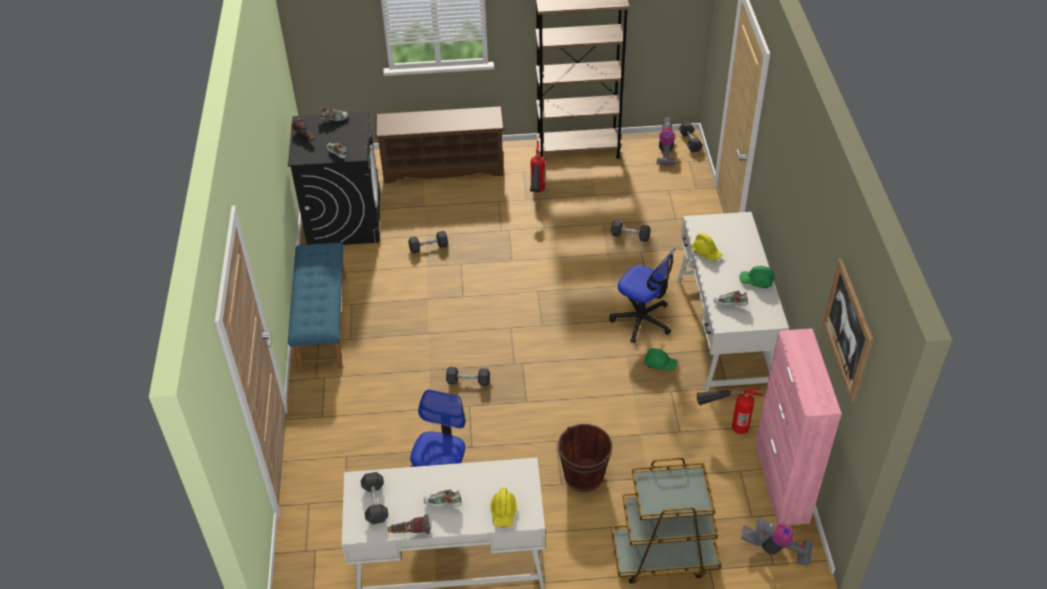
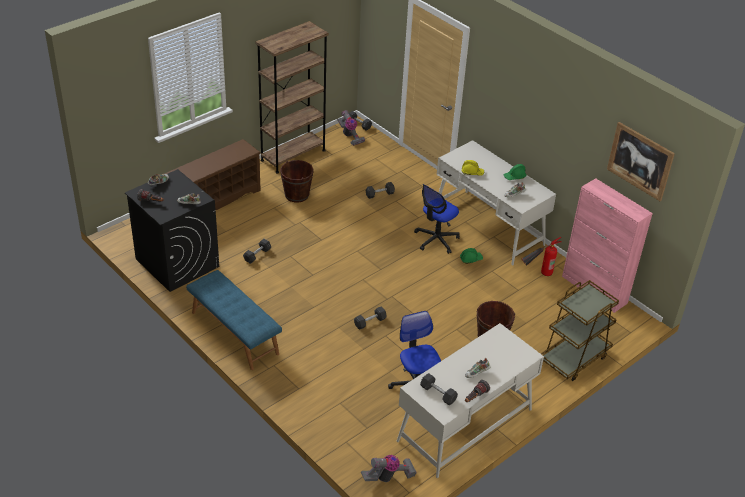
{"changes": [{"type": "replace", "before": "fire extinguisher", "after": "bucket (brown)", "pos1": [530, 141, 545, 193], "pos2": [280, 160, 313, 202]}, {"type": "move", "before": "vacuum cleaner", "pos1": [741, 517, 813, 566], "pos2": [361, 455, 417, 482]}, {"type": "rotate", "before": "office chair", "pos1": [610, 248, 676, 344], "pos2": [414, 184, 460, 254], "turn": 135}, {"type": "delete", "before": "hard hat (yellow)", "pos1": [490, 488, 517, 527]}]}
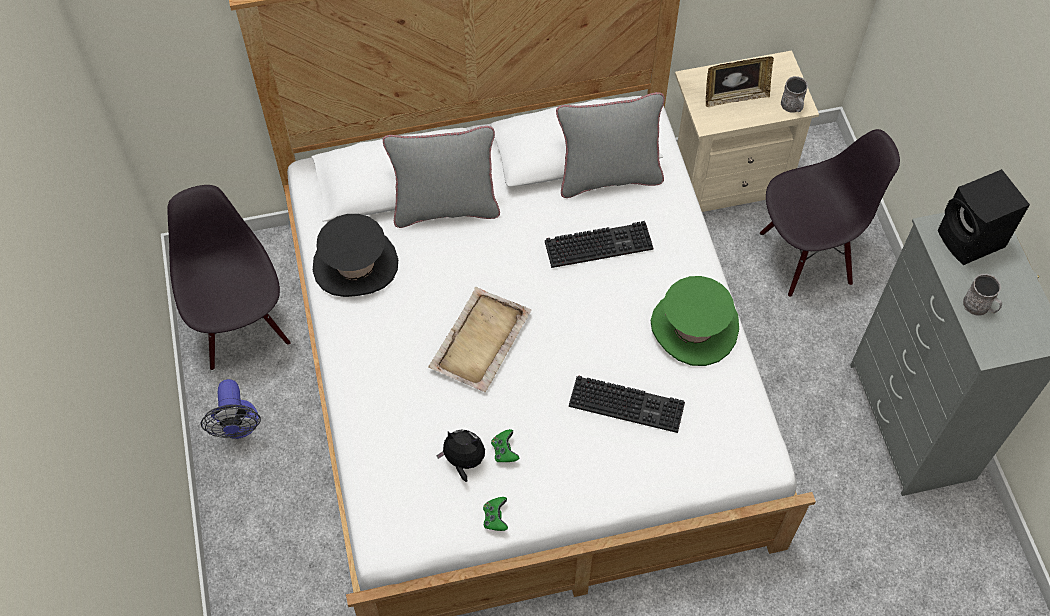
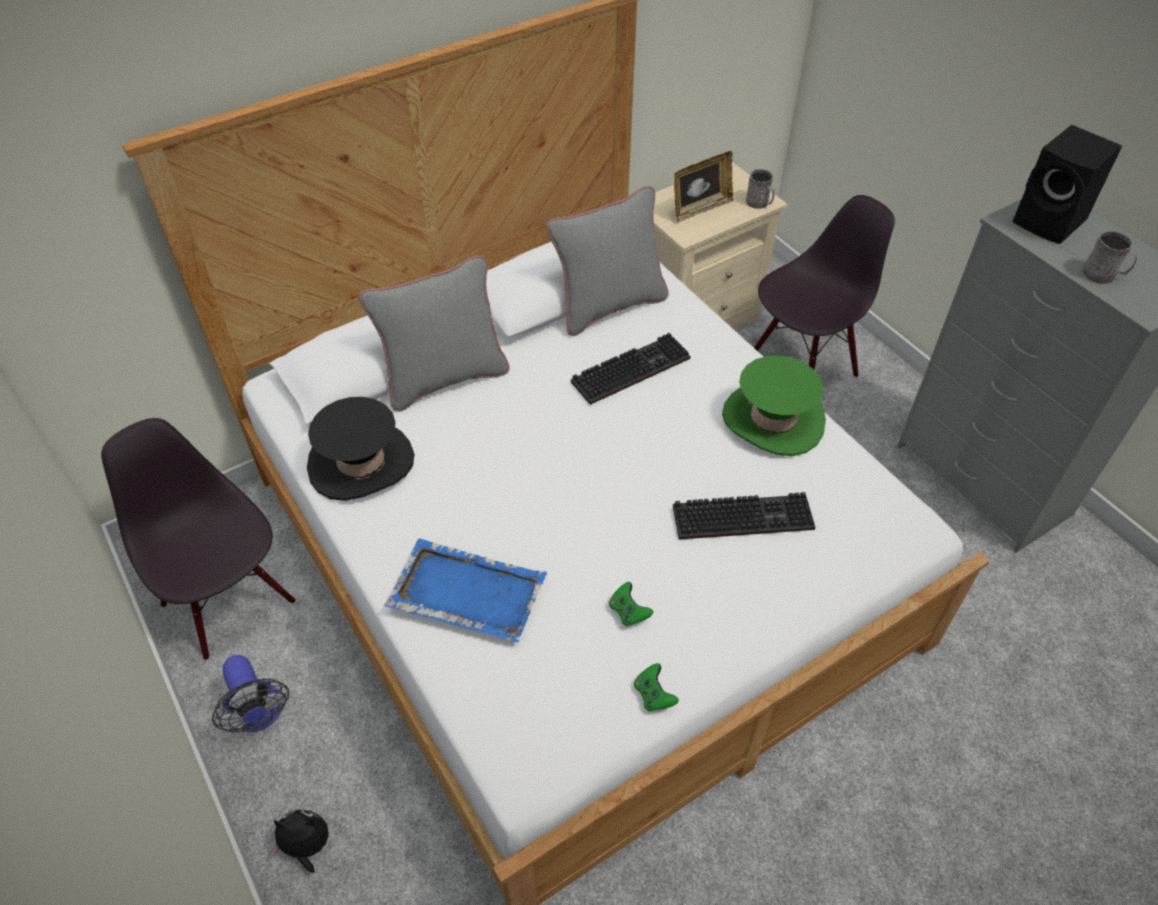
{"changes": [{"type": "move", "before": "plush toy", "pos1": [437, 430, 485, 482], "pos2": [270, 810, 328, 873]}, {"type": "insert", "after": "tray (blue)", "pos2": [385, 538, 547, 642]}, {"type": "delete", "before": "tray (beige)", "pos1": [428, 287, 531, 392]}]}
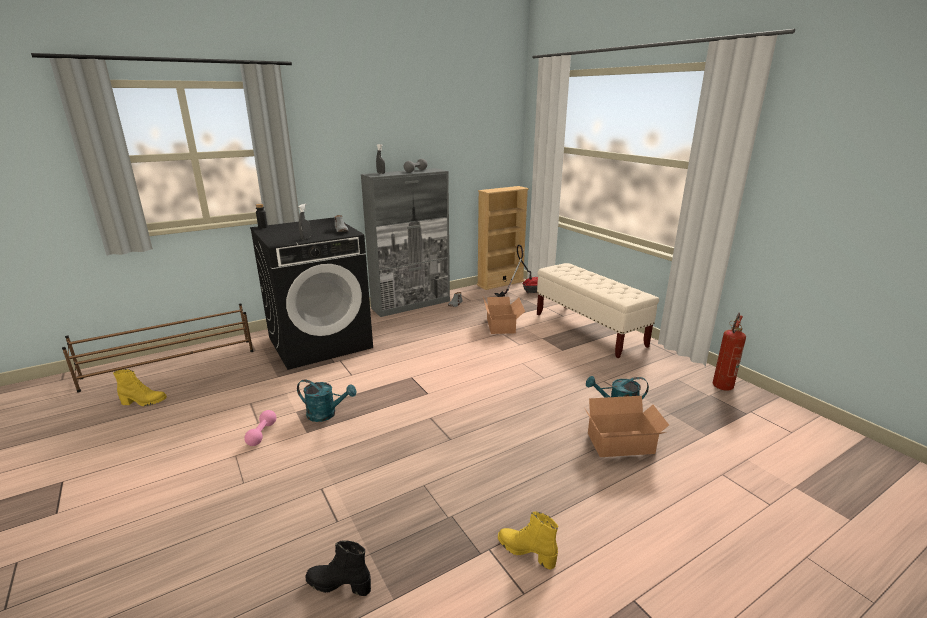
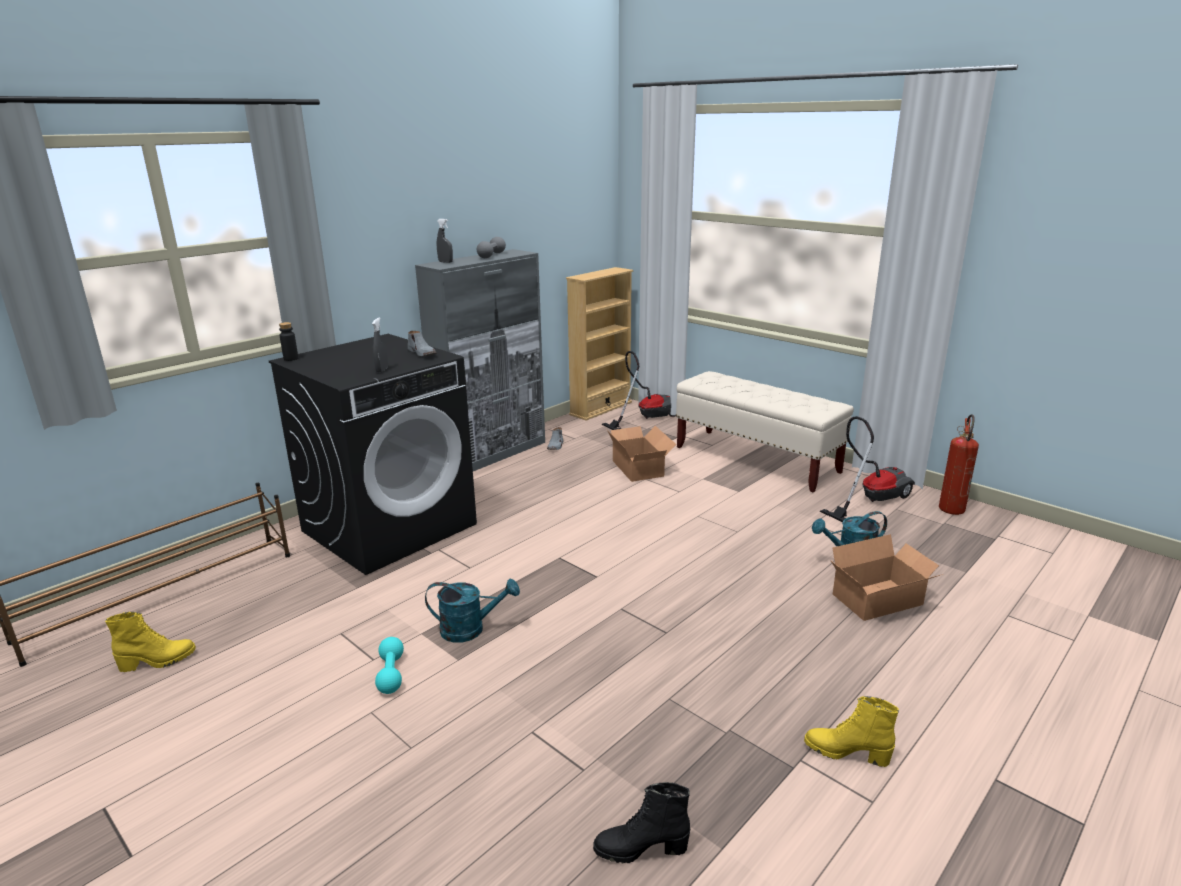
{"changes": [{"type": "recolor", "before": "dumbbell (pink)", "after": "dumbbell (turquoise)", "pos1": [244, 410, 276, 446], "pos2": [375, 637, 404, 694]}, {"type": "insert", "after": "vacuum cleaner", "pos2": [820, 416, 915, 522]}]}
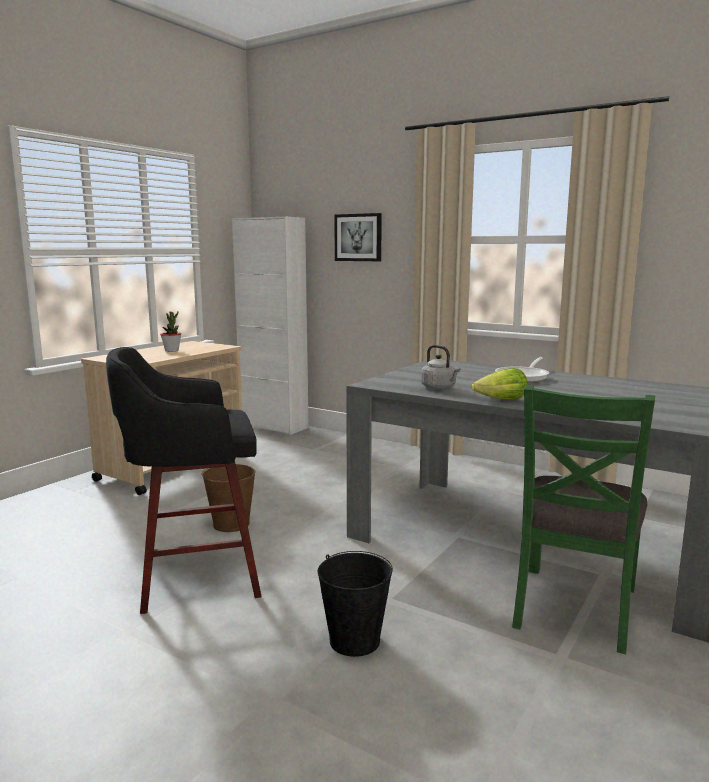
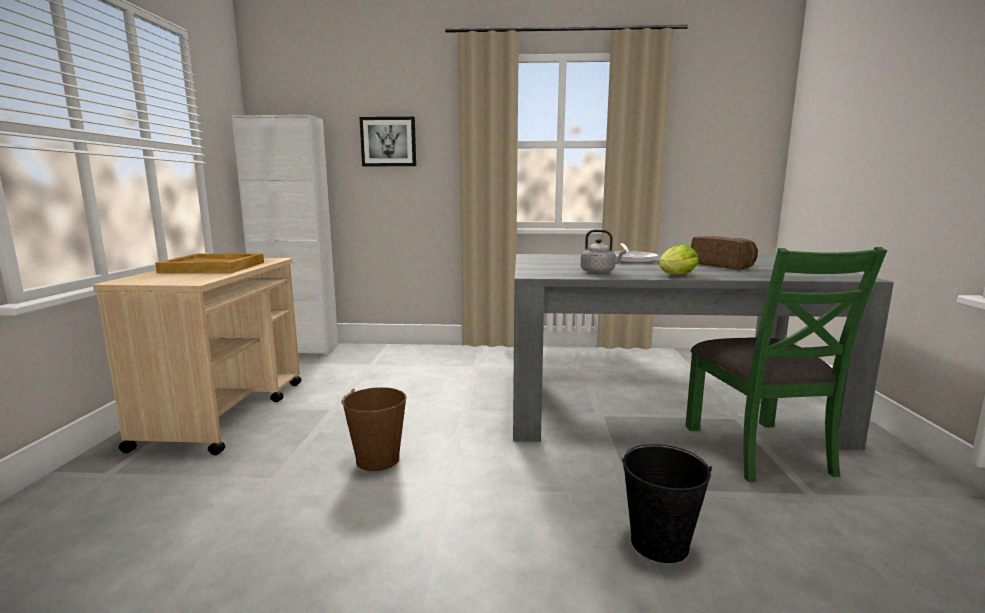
{"changes": [{"type": "replace", "before": "potted plant", "after": "tray (beige)", "pos1": [160, 311, 181, 352], "pos2": [155, 254, 264, 273]}, {"type": "insert", "after": "bread", "pos2": [691, 236, 758, 270]}, {"type": "delete", "before": "stool (black)", "pos1": [106, 347, 261, 614]}]}
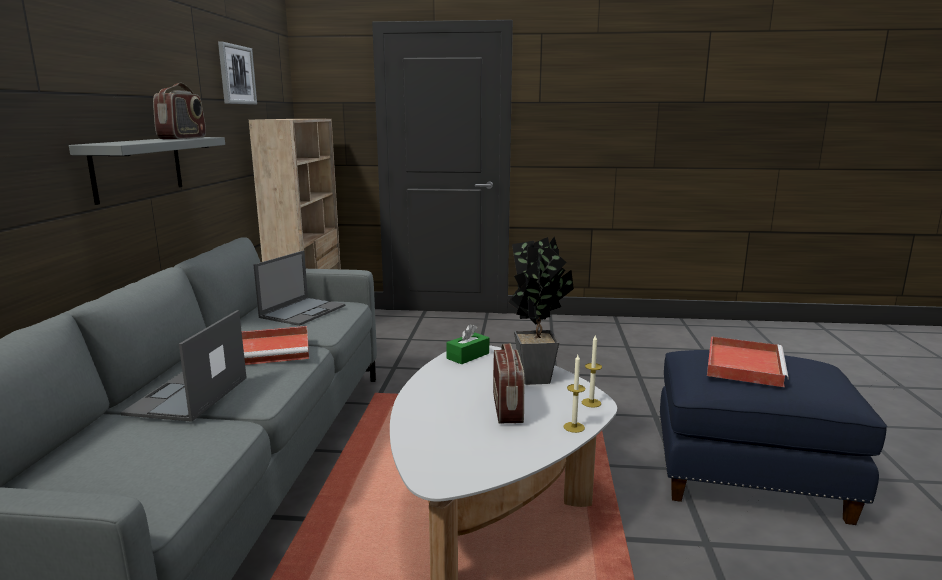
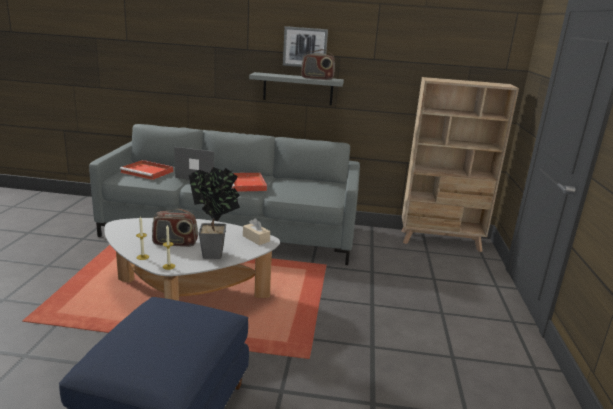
{"changes": [{"type": "move", "before": "tray (red)", "pos1": [707, 336, 789, 387], "pos2": [120, 160, 173, 180]}, {"type": "recolor", "before": "tissue box (green)", "after": "tissue box (beige)", "pos1": [446, 324, 489, 365], "pos2": [243, 218, 270, 245]}, {"type": "move", "before": "picture", "pos1": [218, 42, 257, 105], "pos2": [283, 26, 328, 67]}, {"type": "delete", "before": "laptop", "pos1": [253, 251, 345, 326]}]}
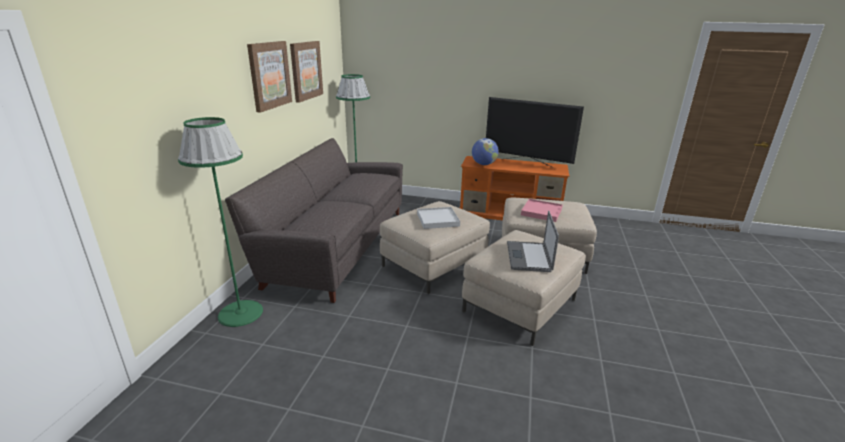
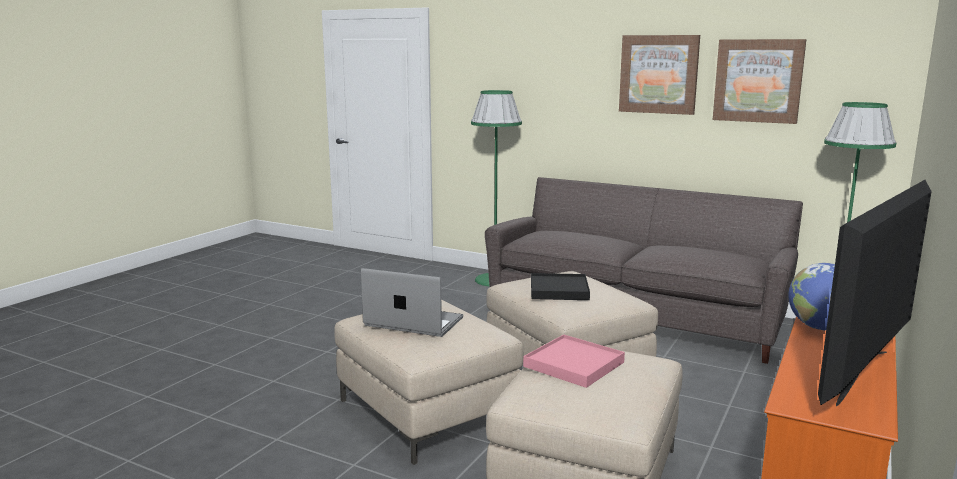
{"changes": [{"type": "recolor", "before": "tray (white)", "after": "tray (black)", "pos1": [417, 207, 460, 229], "pos2": [531, 273, 590, 300]}]}
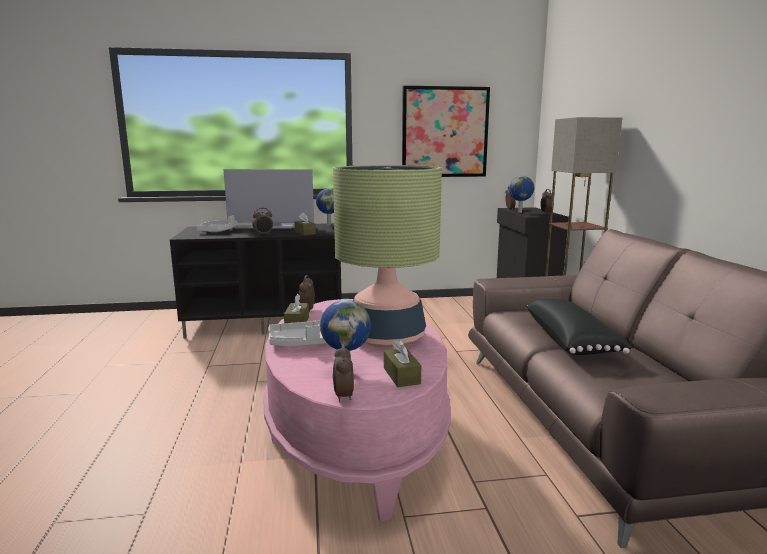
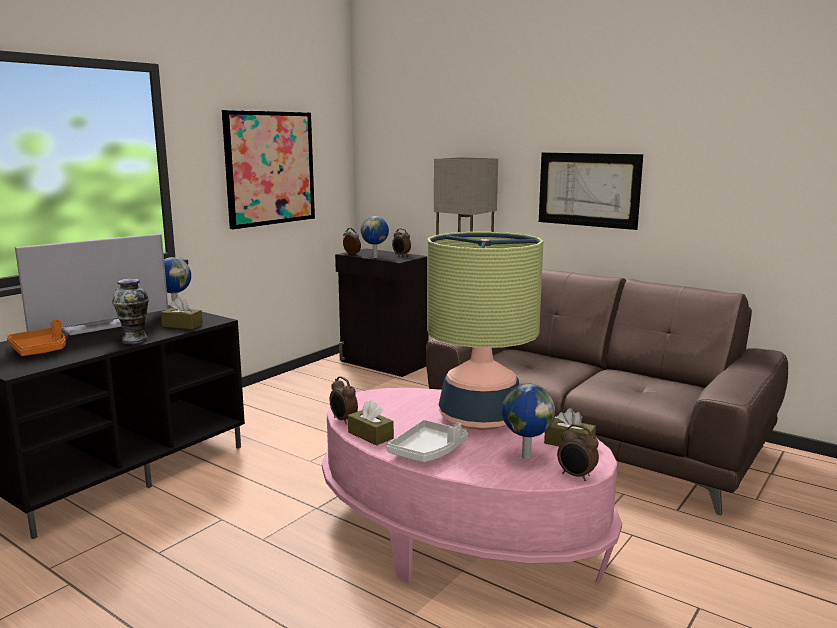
{"changes": [{"type": "recolor", "before": "tray (grey)", "after": "tray (orange)", "pos1": [197, 215, 238, 232], "pos2": [7, 319, 66, 356]}, {"type": "replace", "before": "alarm clock", "after": "vase", "pos1": [252, 208, 273, 235], "pos2": [112, 279, 149, 344]}, {"type": "insert", "after": "picture", "pos2": [539, 152, 643, 230]}, {"type": "delete", "before": "pillow (black)", "pos1": [526, 298, 633, 355]}]}
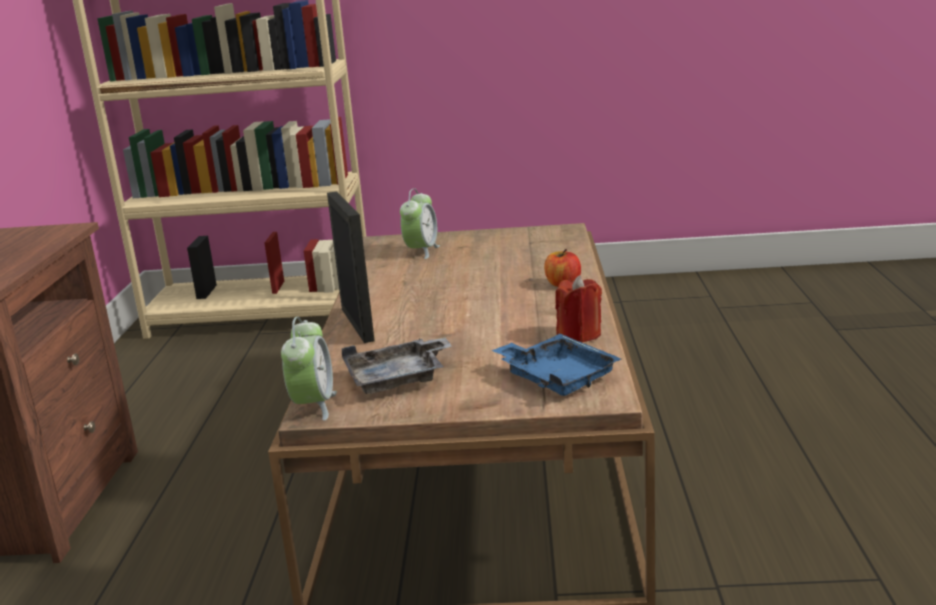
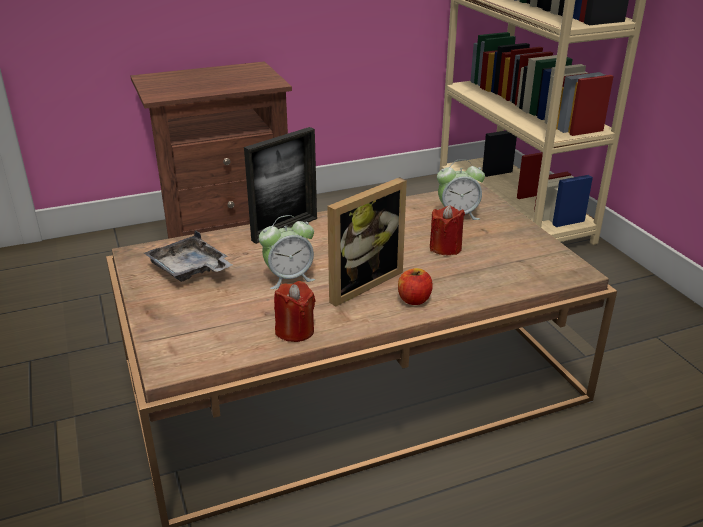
{"changes": [{"type": "move", "before": "alarm clock", "pos1": [281, 317, 337, 421], "pos2": [259, 215, 315, 289]}, {"type": "insert", "after": "picture frame", "pos2": [327, 177, 407, 307]}, {"type": "insert", "after": "candle (red)", "pos2": [430, 205, 465, 255]}, {"type": "delete", "before": "tray (blue)", "pos1": [491, 334, 621, 396]}]}
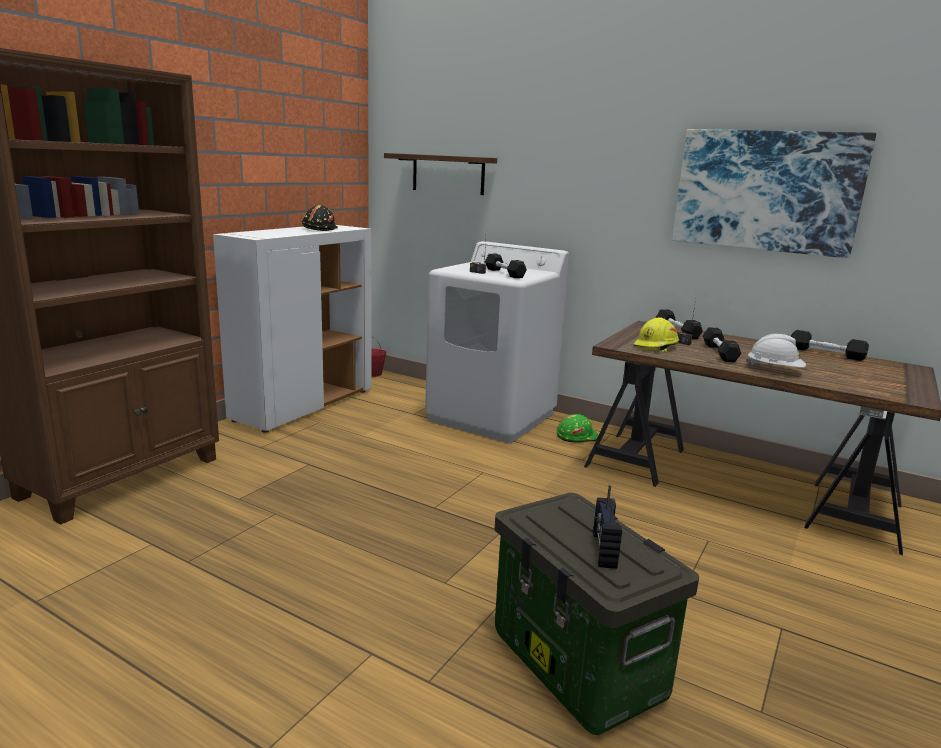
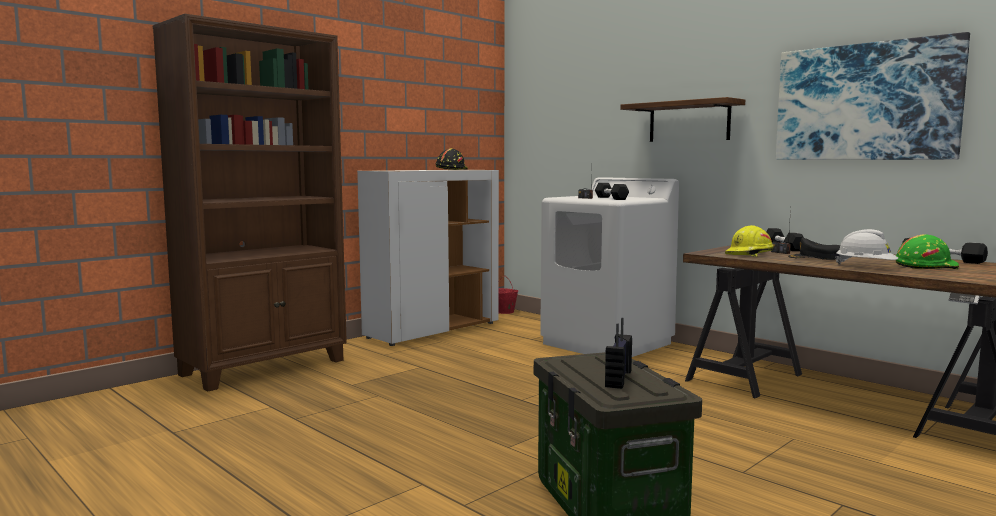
{"changes": [{"type": "move", "before": "shelf", "pos1": [384, 153, 497, 195], "pos2": [620, 97, 745, 142]}, {"type": "replace", "before": "dumbbell (black)", "after": "cap (black)", "pos1": [703, 327, 742, 362], "pos2": [788, 238, 840, 260]}, {"type": "move", "before": "hard hat (green)", "pos1": [557, 414, 598, 443], "pos2": [896, 234, 959, 269]}]}
